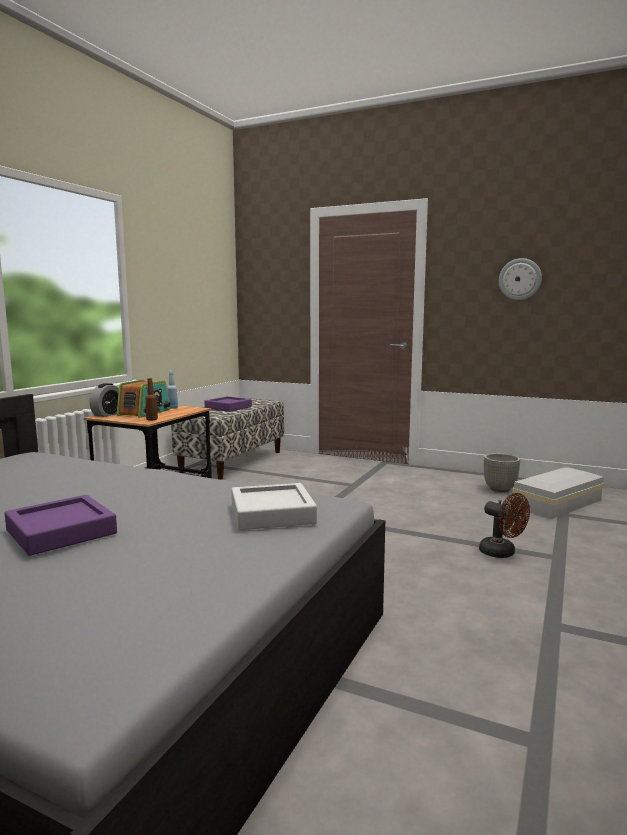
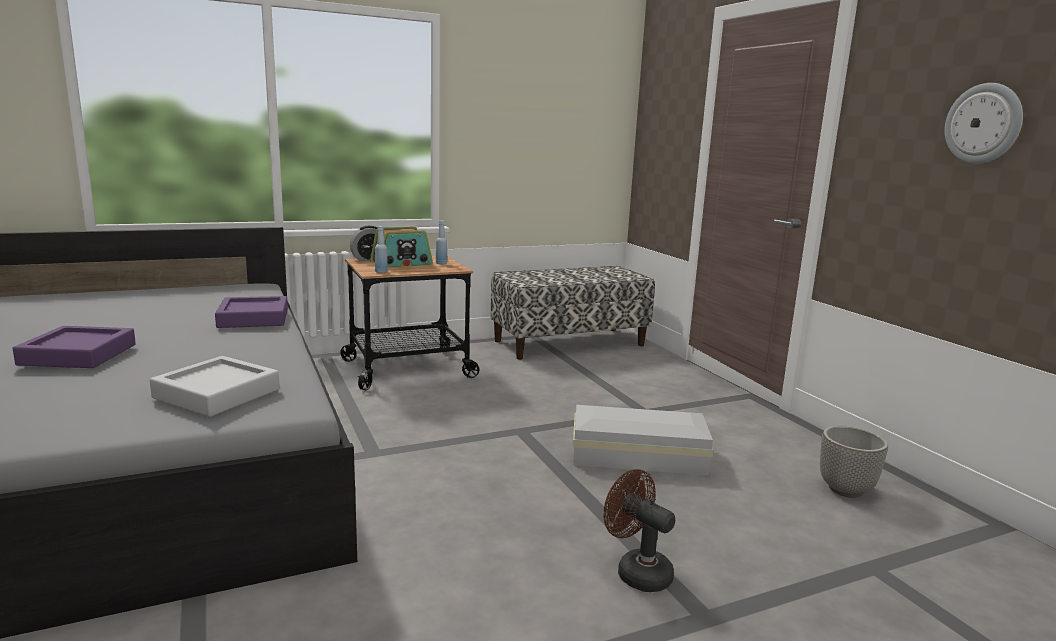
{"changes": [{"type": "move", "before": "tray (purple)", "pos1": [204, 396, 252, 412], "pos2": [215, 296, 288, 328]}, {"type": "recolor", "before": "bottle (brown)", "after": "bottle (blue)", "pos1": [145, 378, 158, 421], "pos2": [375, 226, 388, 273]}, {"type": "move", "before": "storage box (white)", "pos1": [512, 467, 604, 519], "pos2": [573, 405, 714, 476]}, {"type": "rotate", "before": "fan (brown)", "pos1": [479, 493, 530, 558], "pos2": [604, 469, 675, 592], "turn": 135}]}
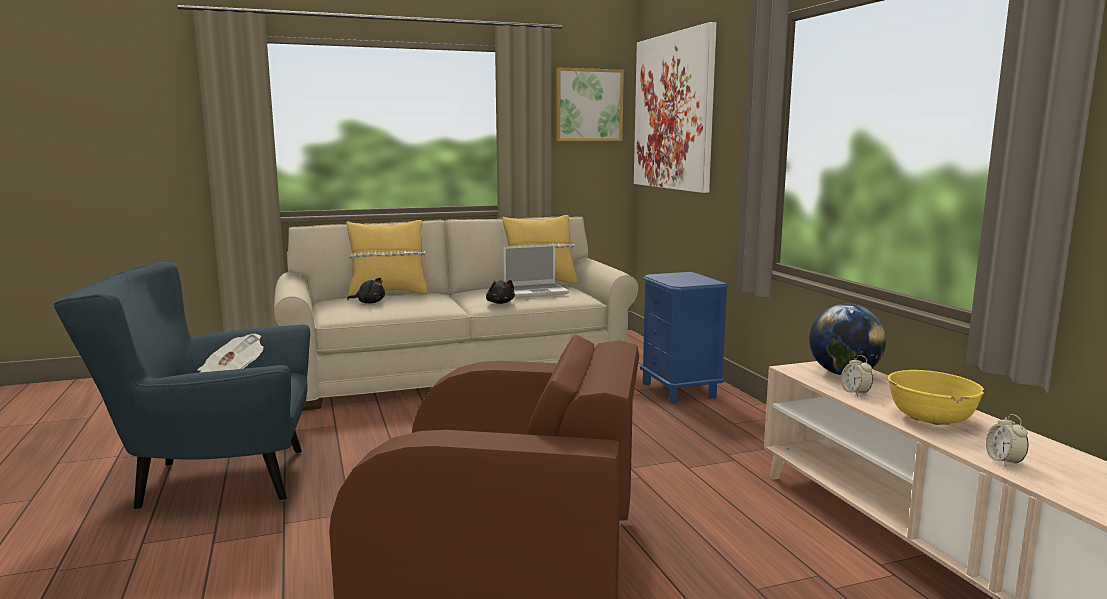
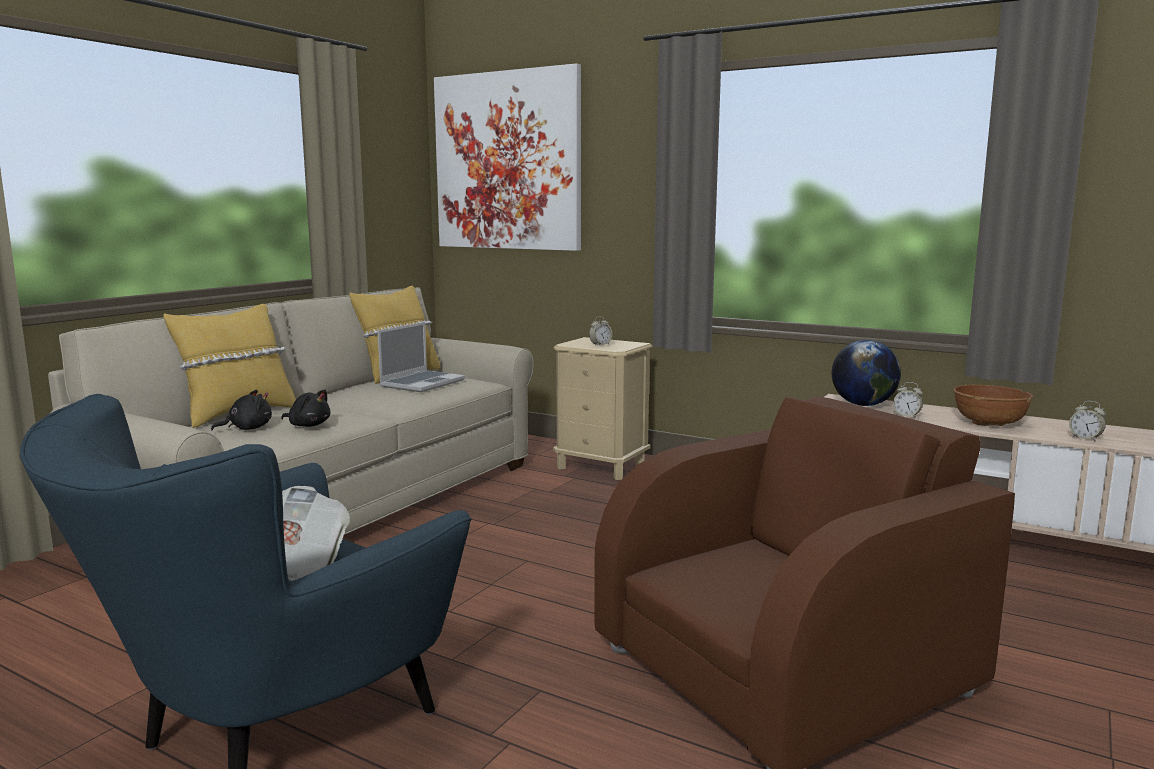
{"changes": [{"type": "move", "before": "plush toy (black)", "pos1": [486, 280, 515, 304], "pos2": [281, 390, 331, 427]}, {"type": "recolor", "before": "nightstand (blue)", "after": "nightstand (beige)", "pos1": [640, 272, 729, 404], "pos2": [553, 337, 653, 480]}, {"type": "insert", "after": "alarm clock", "pos2": [589, 317, 612, 346]}, {"type": "recolor", "before": "bowl (yellow)", "after": "bowl (brown)", "pos1": [887, 370, 984, 425], "pos2": [953, 385, 1033, 426]}, {"type": "delete", "before": "picture", "pos1": [556, 68, 624, 141]}]}
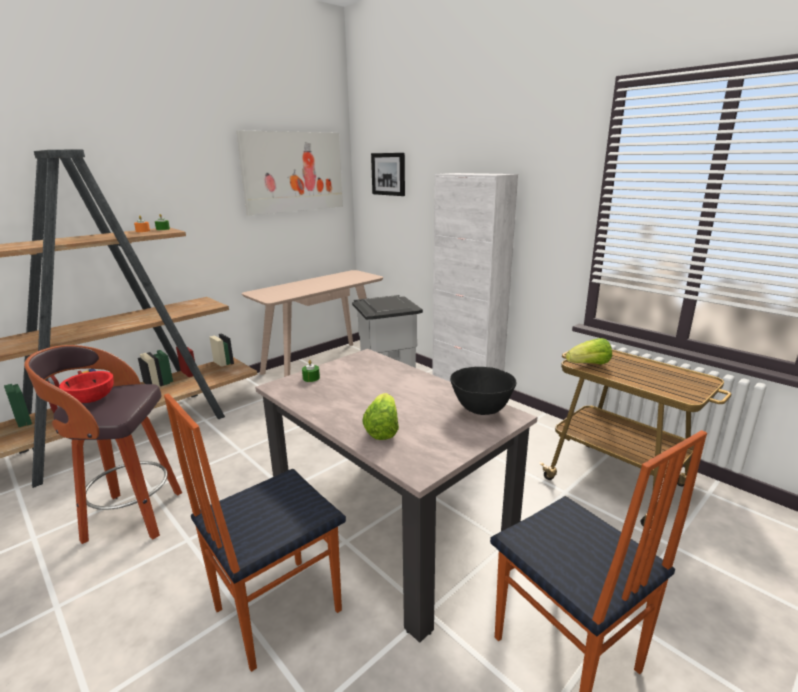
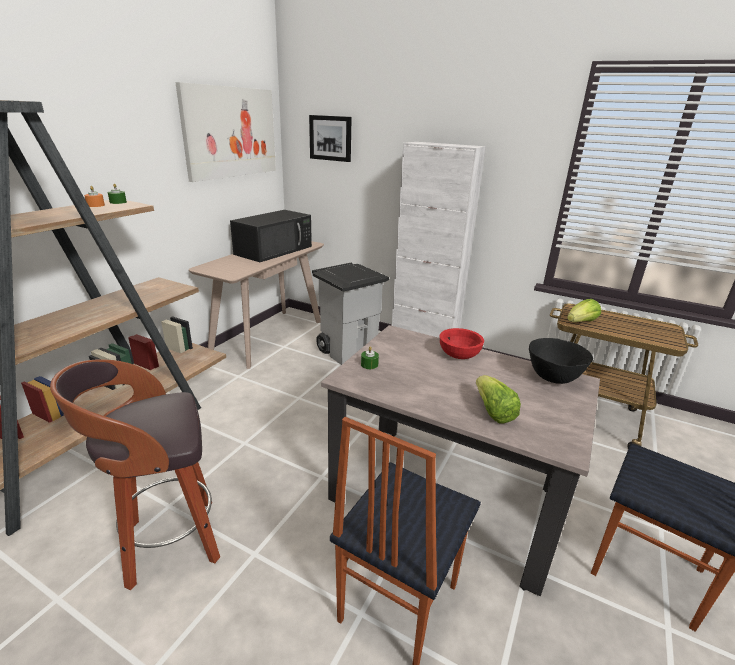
{"changes": [{"type": "insert", "after": "microwave (black)", "pos2": [230, 210, 312, 262]}, {"type": "move", "before": "bowl (red)", "pos1": [59, 371, 114, 403], "pos2": [440, 328, 484, 359]}]}
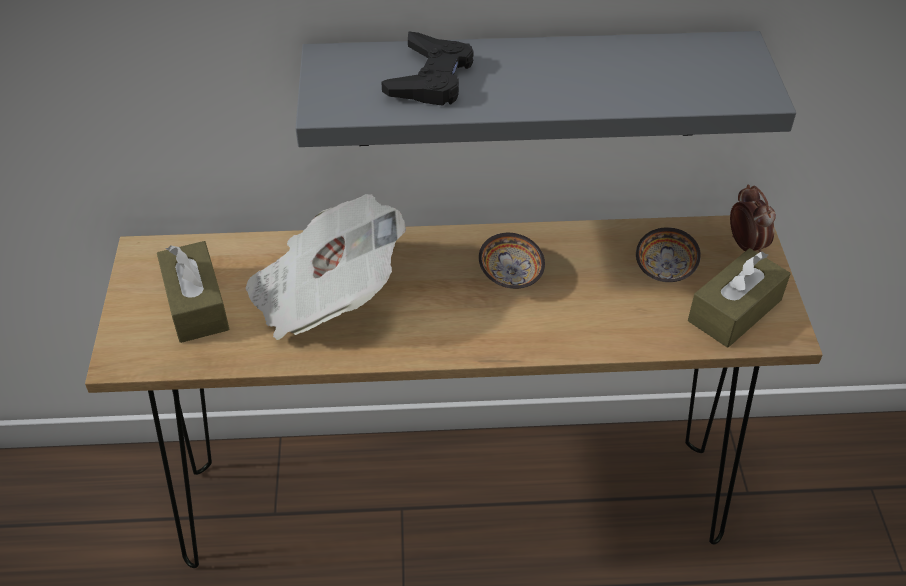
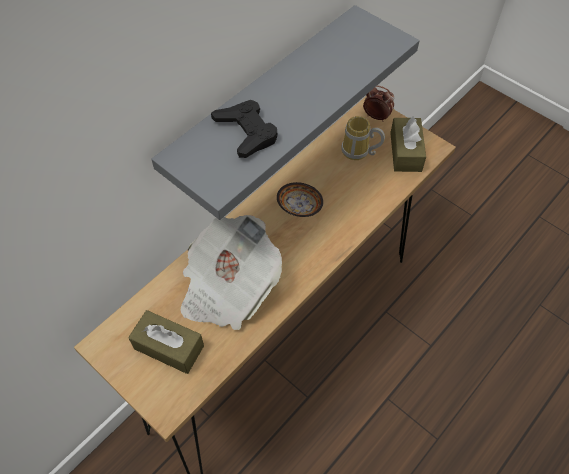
{"changes": [{"type": "replace", "before": "bowl", "after": "mug", "pos1": [636, 227, 701, 282], "pos2": [341, 116, 385, 160]}]}
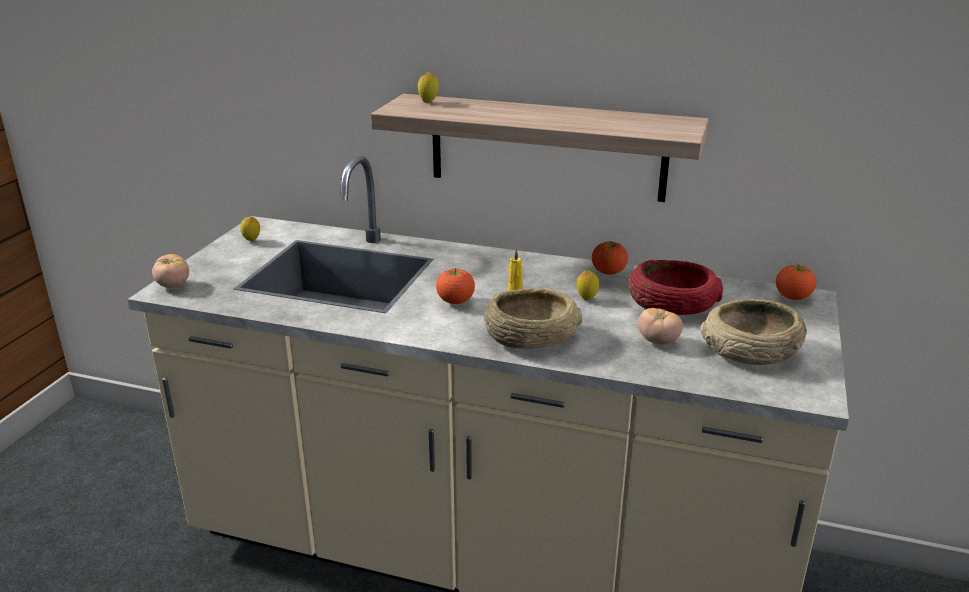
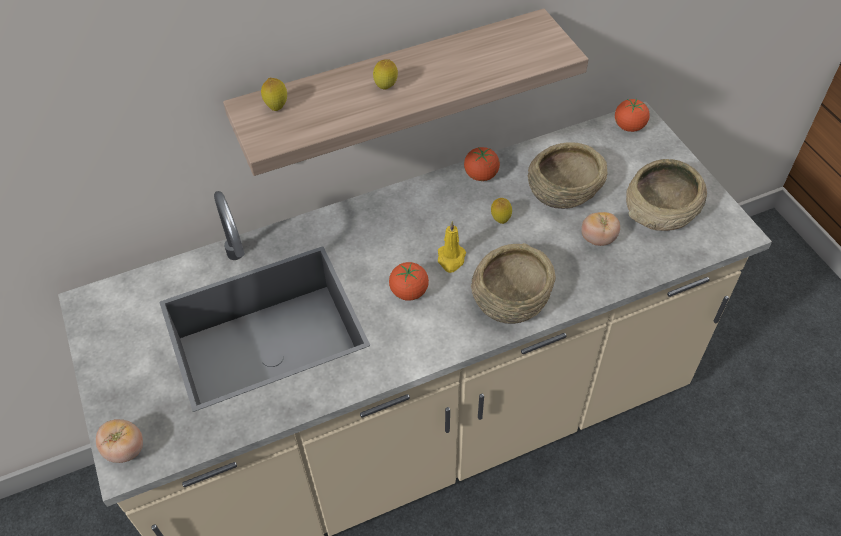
{"changes": [{"type": "move", "before": "lemon", "pos1": [240, 217, 260, 241], "pos2": [373, 60, 398, 90]}, {"type": "recolor", "before": "bowl (red)", "after": "bowl (beige)", "pos1": [629, 260, 723, 315], "pos2": [528, 142, 608, 209]}]}
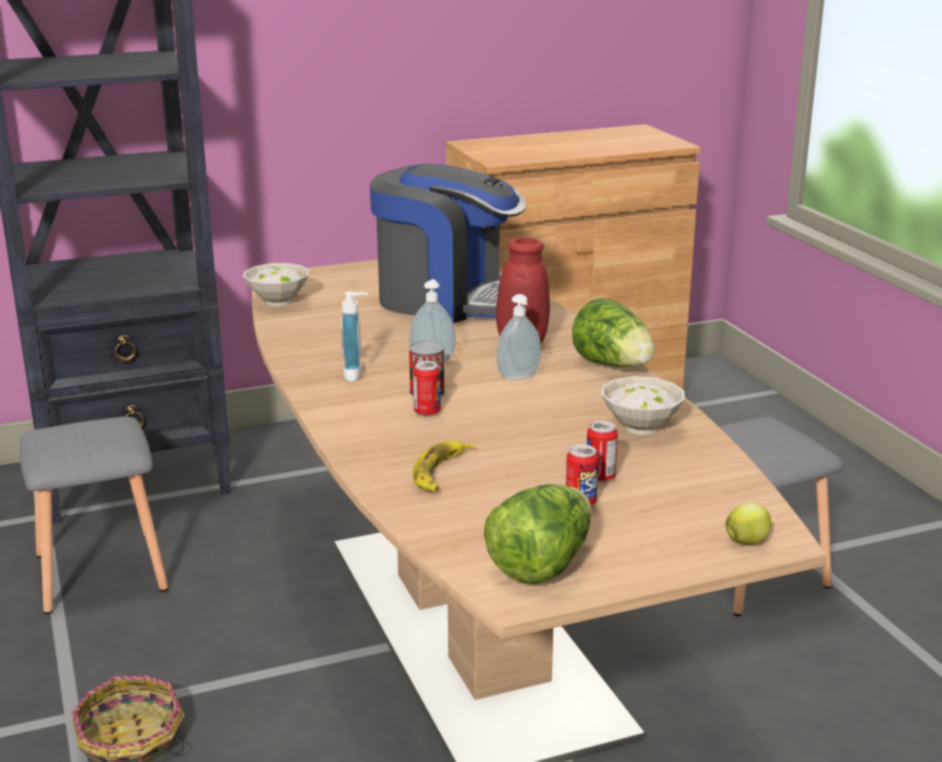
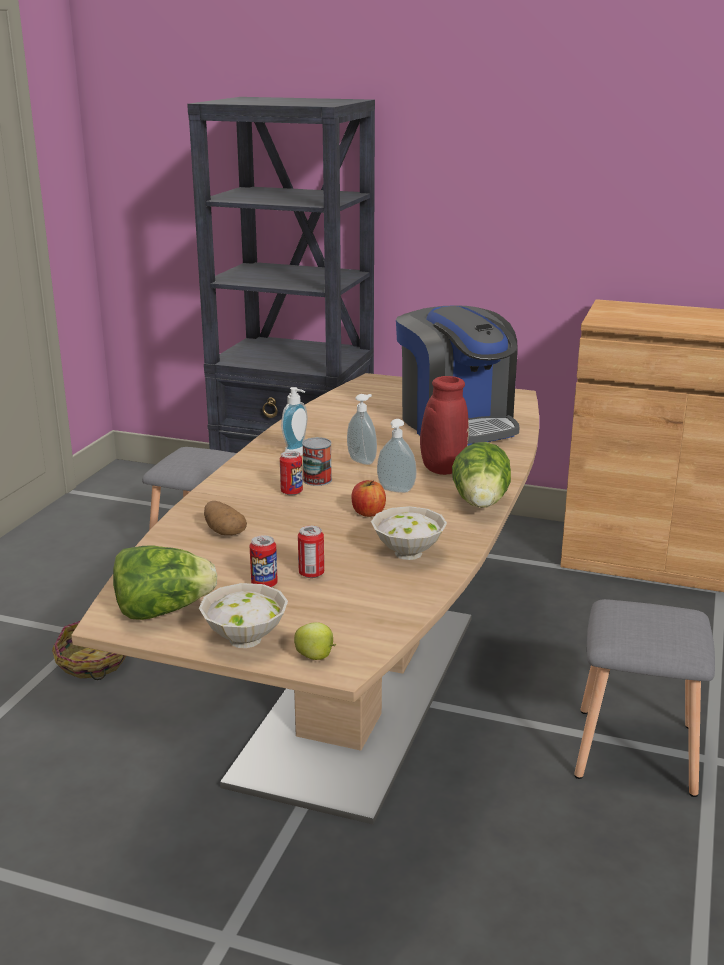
{"changes": [{"type": "move", "before": "bowl (white)", "pos1": [243, 263, 309, 306], "pos2": [199, 583, 288, 648]}, {"type": "replace", "before": "banana", "after": "potato", "pos1": [413, 440, 475, 491], "pos2": [204, 501, 247, 535]}, {"type": "insert", "after": "apple", "pos2": [351, 480, 386, 517]}]}
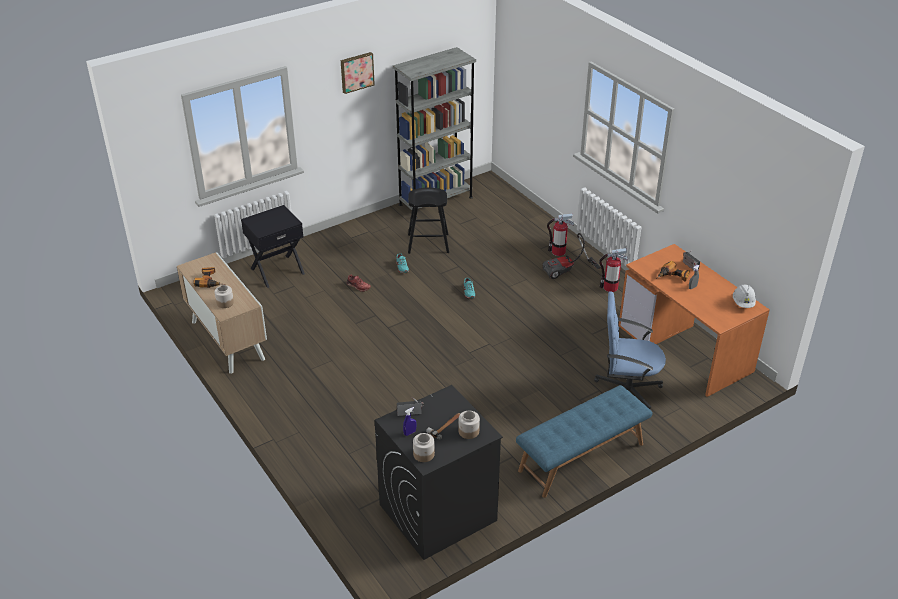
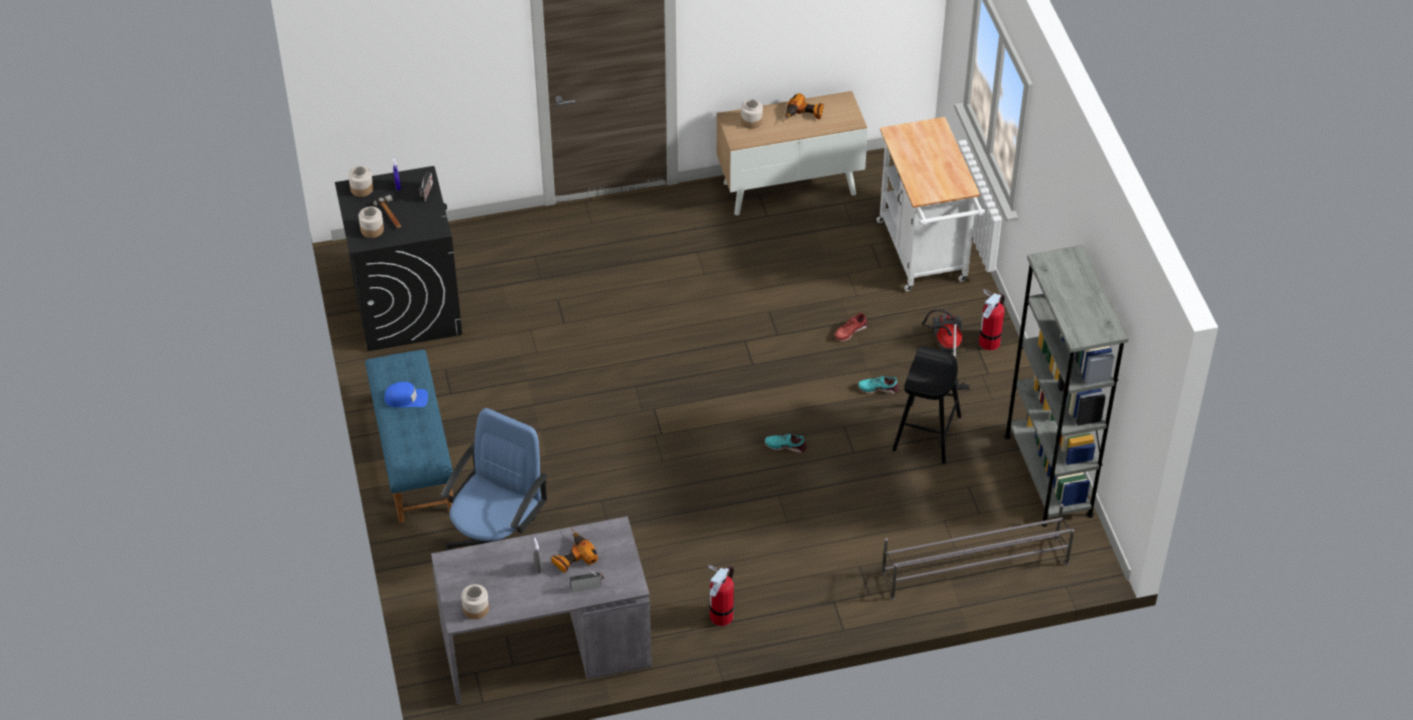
{"changes": [{"type": "insert", "after": "cap (blue)", "pos2": [384, 382, 428, 408]}, {"type": "recolor", "before": "desk (orange)", "after": "desk (grey)", "pos1": [619, 244, 770, 397], "pos2": [431, 516, 652, 705]}, {"type": "replace", "before": "hard hat (white)", "after": "jar", "pos1": [733, 284, 756, 308], "pos2": [461, 584, 489, 620]}, {"type": "replace", "before": "nightstand (black)", "after": "cart (white)", "pos1": [241, 205, 305, 288], "pos2": [876, 117, 985, 291]}, {"type": "insert", "after": "shoe rack (grey)", "pos2": [882, 504, 1074, 600]}, {"type": "move", "before": "vacuum cleaner", "pos1": [542, 233, 601, 279], "pos2": [922, 309, 970, 390]}, {"type": "move", "before": "fire extinguisher", "pos1": [547, 213, 574, 256], "pos2": [979, 289, 1005, 351]}, {"type": "delete", "before": "picture", "pos1": [341, 52, 375, 94]}]}
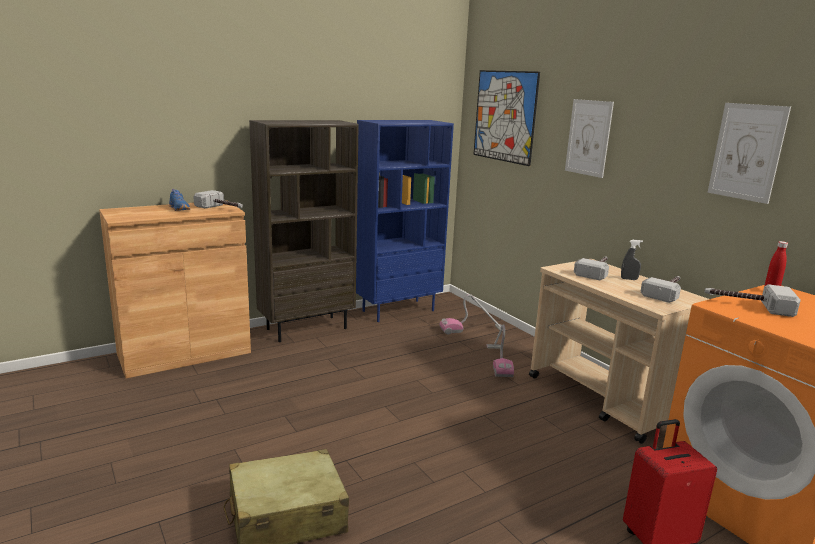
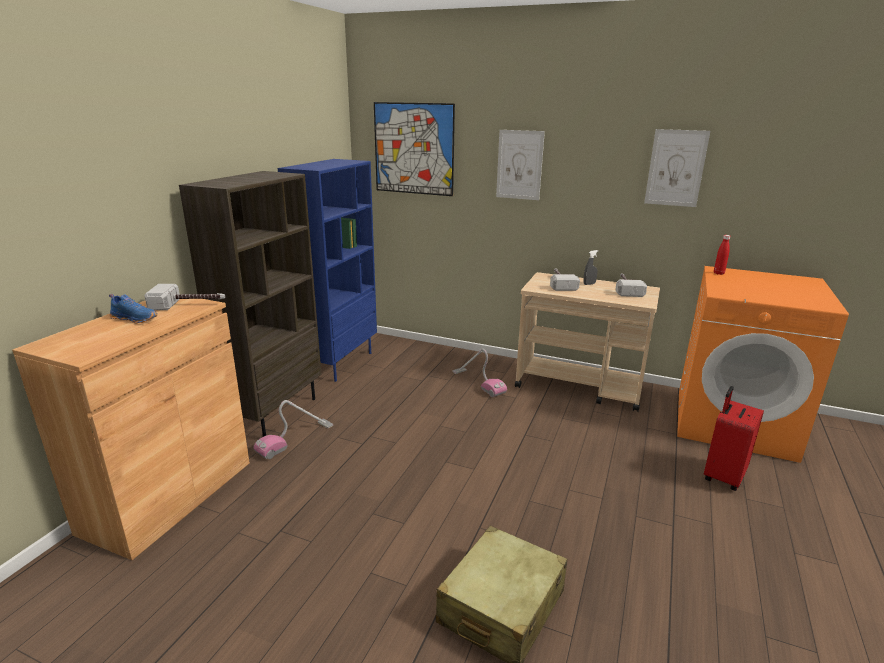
{"changes": [{"type": "move", "before": "vacuum cleaner", "pos1": [439, 294, 503, 335], "pos2": [253, 400, 333, 459]}, {"type": "delete", "before": "hammer", "pos1": [705, 284, 801, 317]}]}
